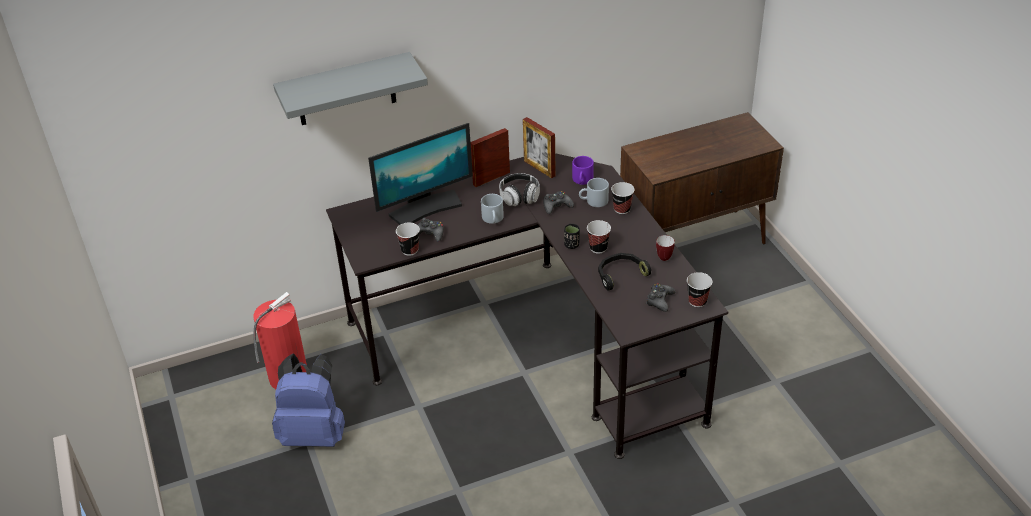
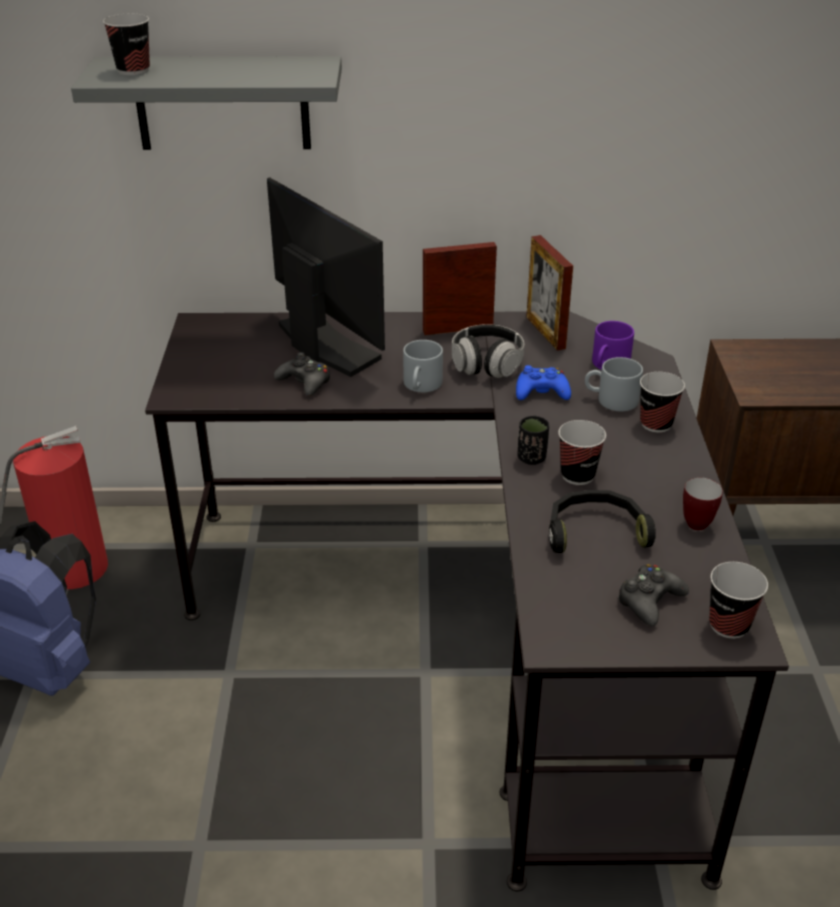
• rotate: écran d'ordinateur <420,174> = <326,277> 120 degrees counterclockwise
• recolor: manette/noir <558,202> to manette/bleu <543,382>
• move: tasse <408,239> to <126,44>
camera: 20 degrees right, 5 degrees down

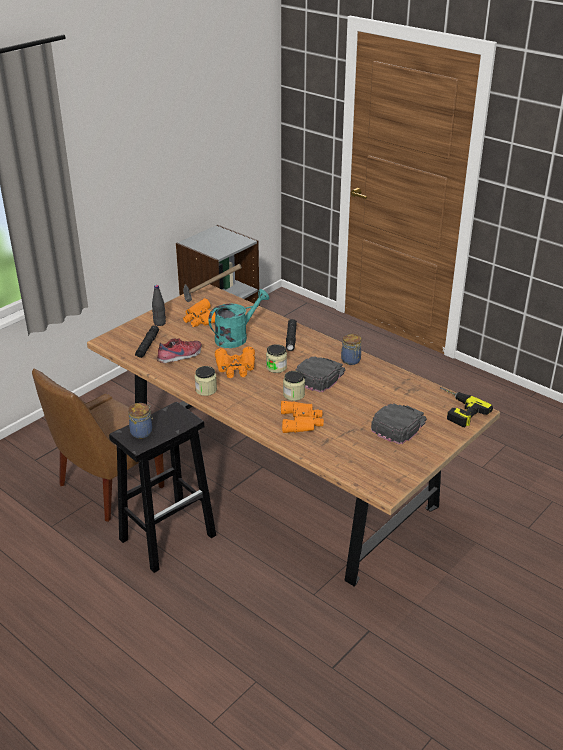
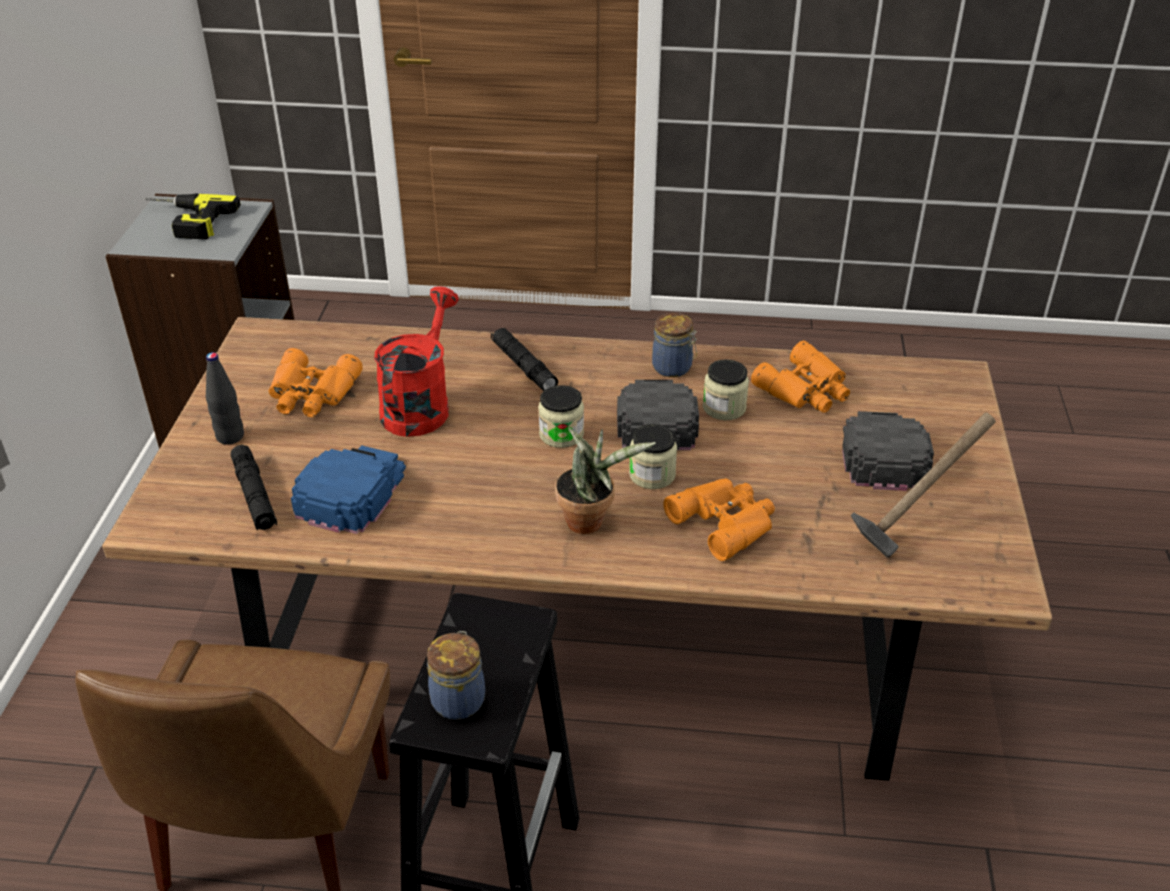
• move: marteau <212,283> to <923,485>
• recolor: arrosoir/turquoise <238,318> to arrosoir/rouge <416,362>
• replace: chaussure <179,350> to casquette/bleu <348,489>
• move: jumelles/orange <235,362> to <800,376>
• move: bocal <206,381> to <726,389>
• move: perceuse <466,407> to <193,216>
• insert: plante en pot <605,480>
camera: 35 degrees left, 5 degrees up

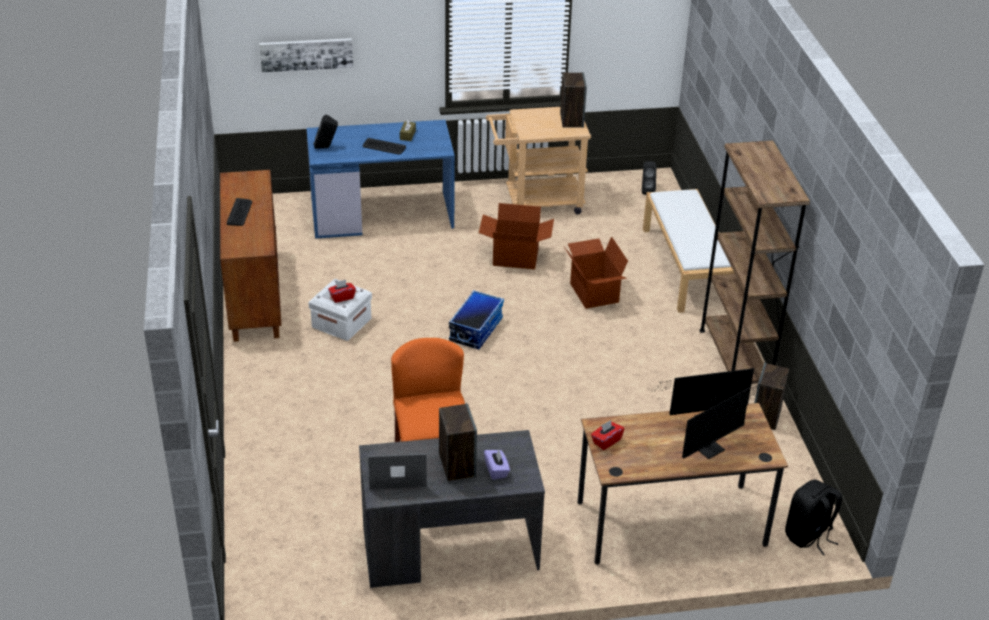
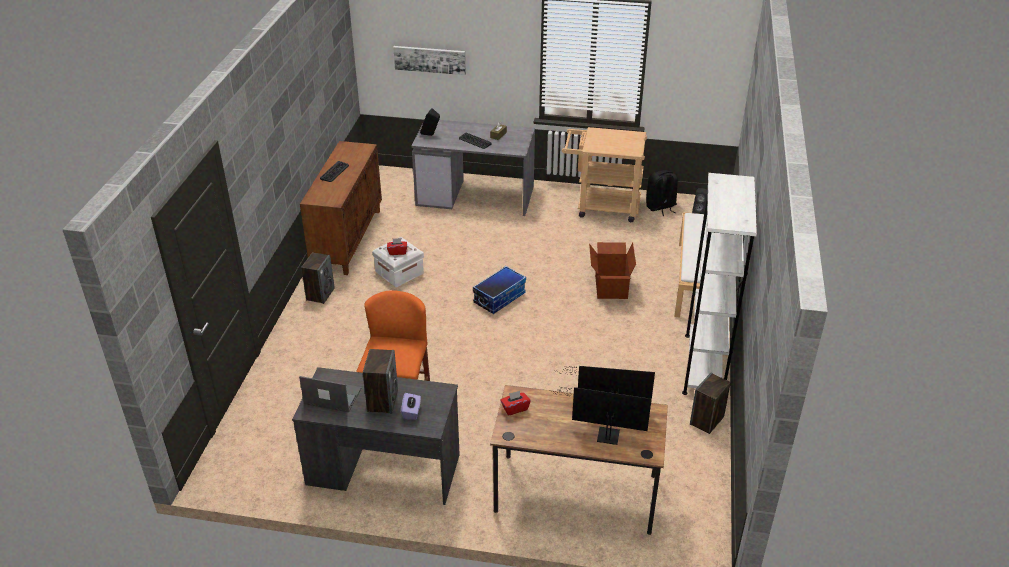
• move: enceinte <573,100> to <318,278>
• recolor: bureau/bleu <380,179> to bureau/gris <473,168>
• recolor: bibliothèque/marron <754,262> to bibliothèque/blanc <719,284>
• delete: carton <516,236>
• rotate: écran d'ordinateur <724,421> = <602,416> 150 degrees counterclockwise
• move: sac à dos/noir <813,517> to <662,193>
camera: 20 degrees right, 0 degrees up

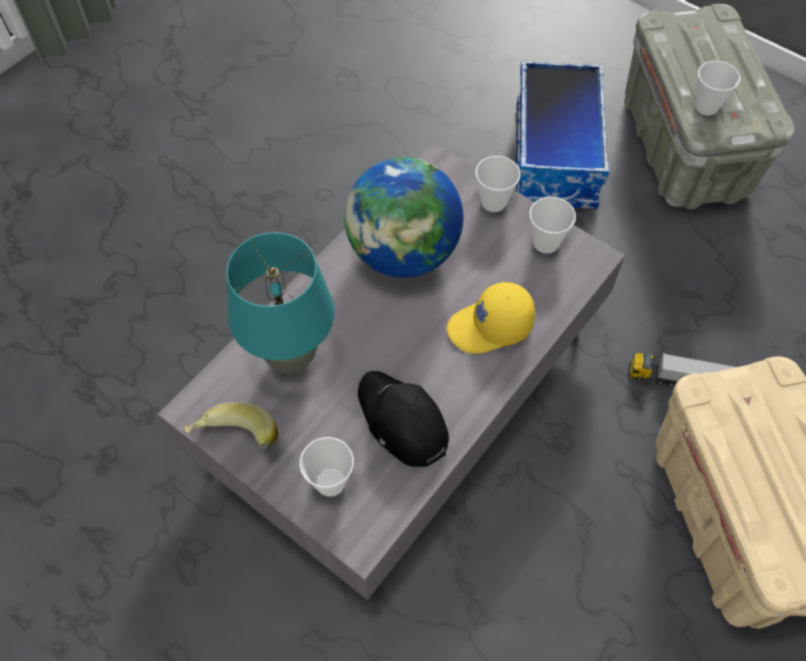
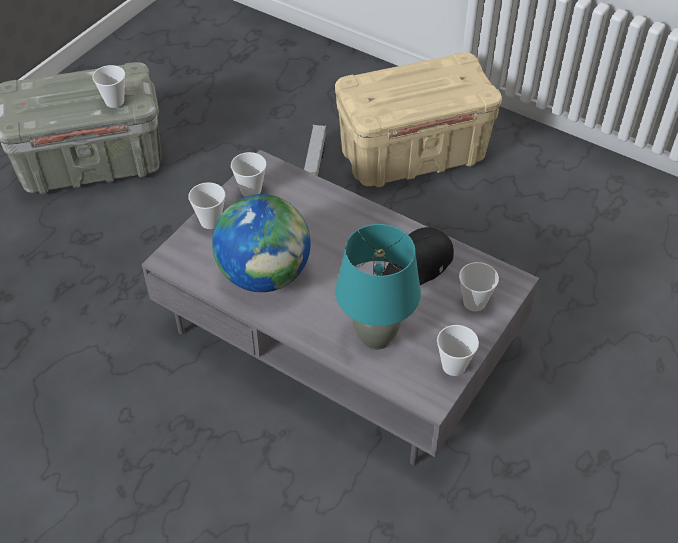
• delete: boîte de rangement <562,134>
• delete: casquette/jaune <491,318>
• replace: banane <231,425> to tasse <458,350>
camera: 95 degrees left, 10 degrees down

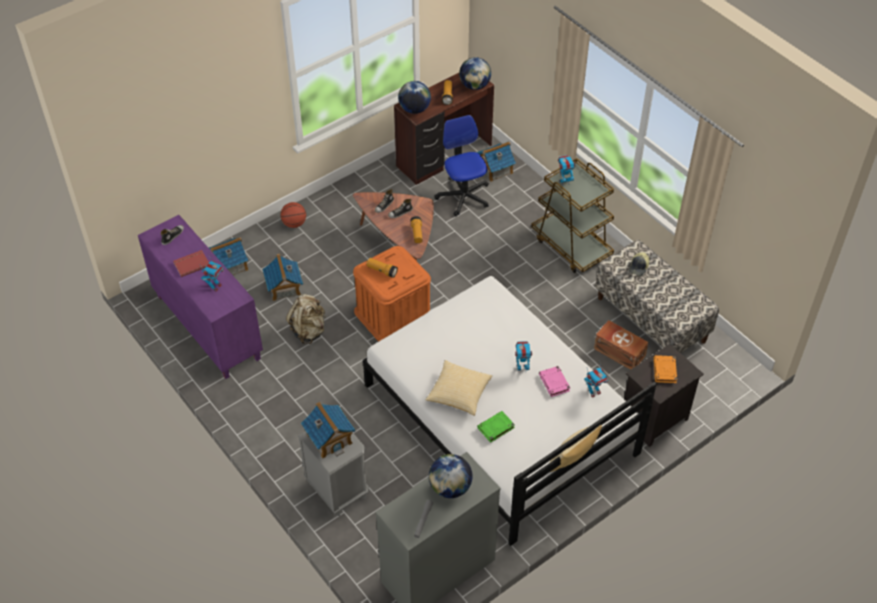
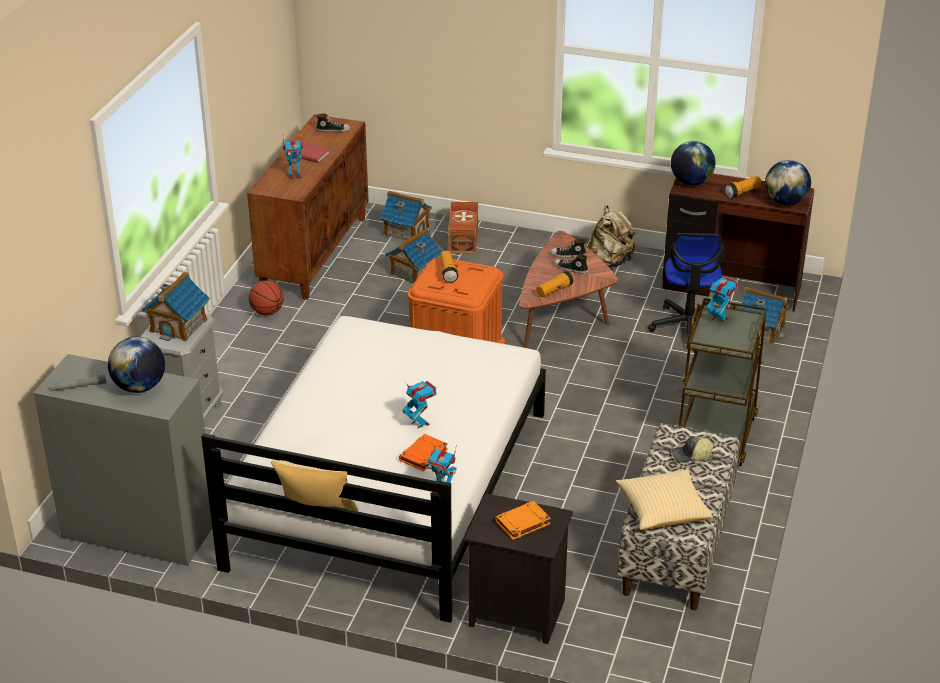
• rotate: chaise de bureau <461,165> = <686,290> 150 degrees clockwise
• move: ballon de basket <293,215> to <266,297>
• recolor: meuble de rangement/violet <200,297> to meuble de rangement/marron <308,207>
• move: sac à dos/beige <306,319> to <612,236>
• move: boîte de rangement/marron <621,345> to <463,228>
• move: coussin <458,388> to <664,499>
• recolor: livre/rose <554,381> to livre/orange <423,453>
• delete: livre/vert <496,427>
camera: 55 degrees right, 15 degrees down

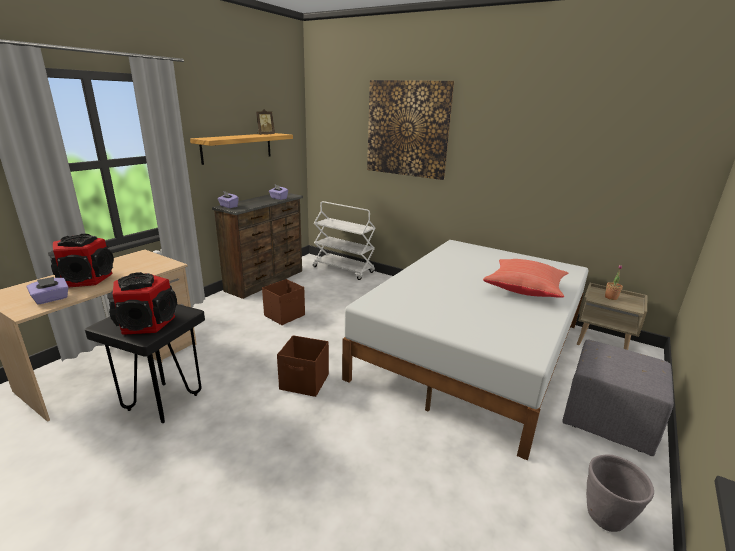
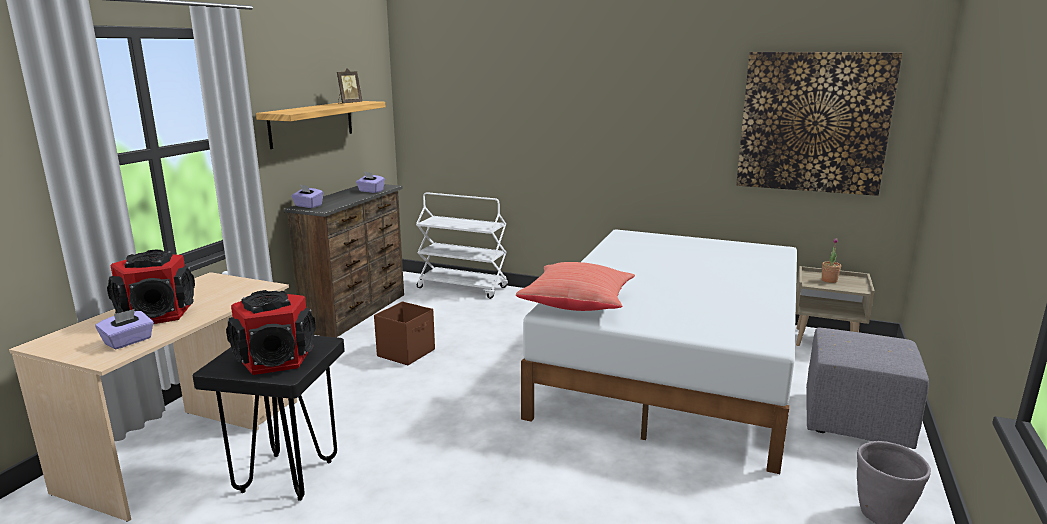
• move: tableau <410,130> to <819,124>
• move: coussin/rouge <525,278> to <575,286>
• delete: boîte de rangement/marron <303,366>
camera: 10 degrees left, 5 degrees down

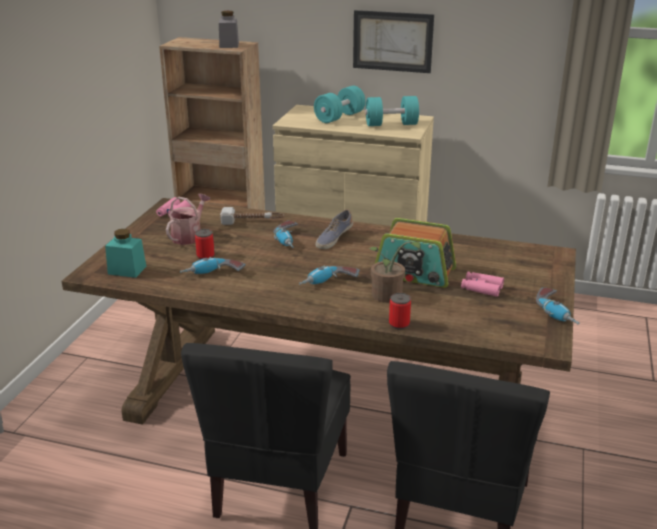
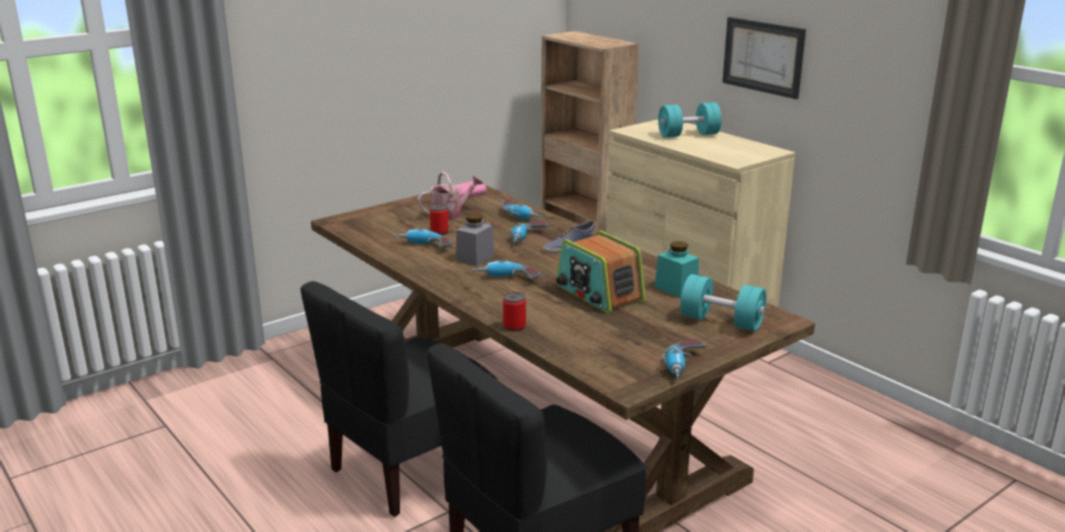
• move: bocal/gris <229,29> to <475,240>
• move: haltère/turquoise <392,111> to <723,303>
• replace: marteau <252,216> to perceuse <522,209>
• move: bocal/turquoise <125,253> to <677,269>
• delete: plante en pot <395,272>
• delete: jumelles/rose <482,284>
camera: 35 degrees right, 5 degrees down

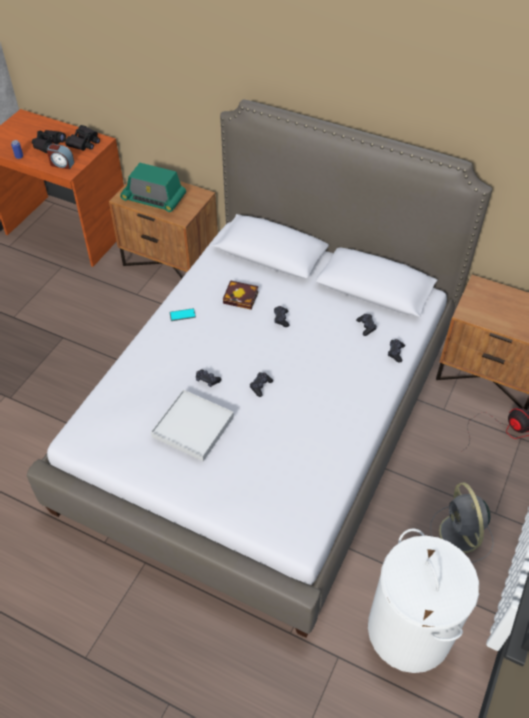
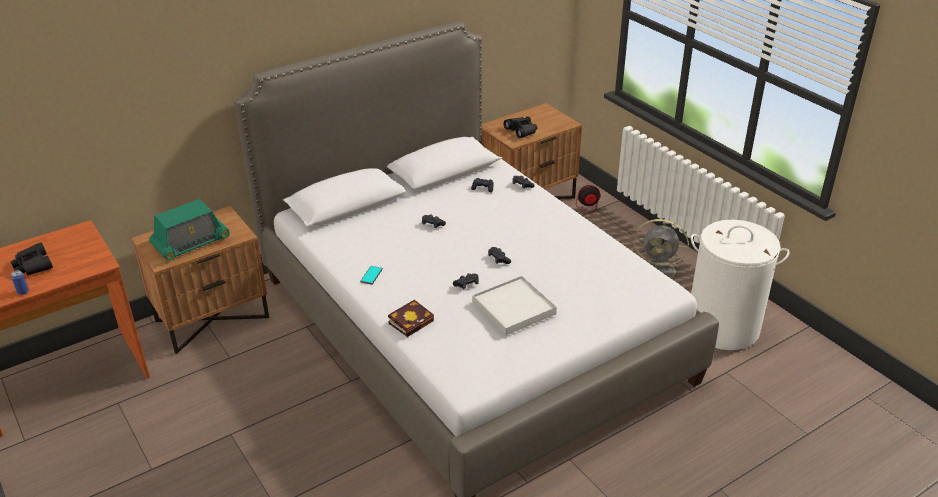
• move: jumelles/noir <82,138> to <520,127>
• delete: réveil <61,156>
• move: livre <240,295> to <411,318>
camera: 60 degrees left, 15 degrees down

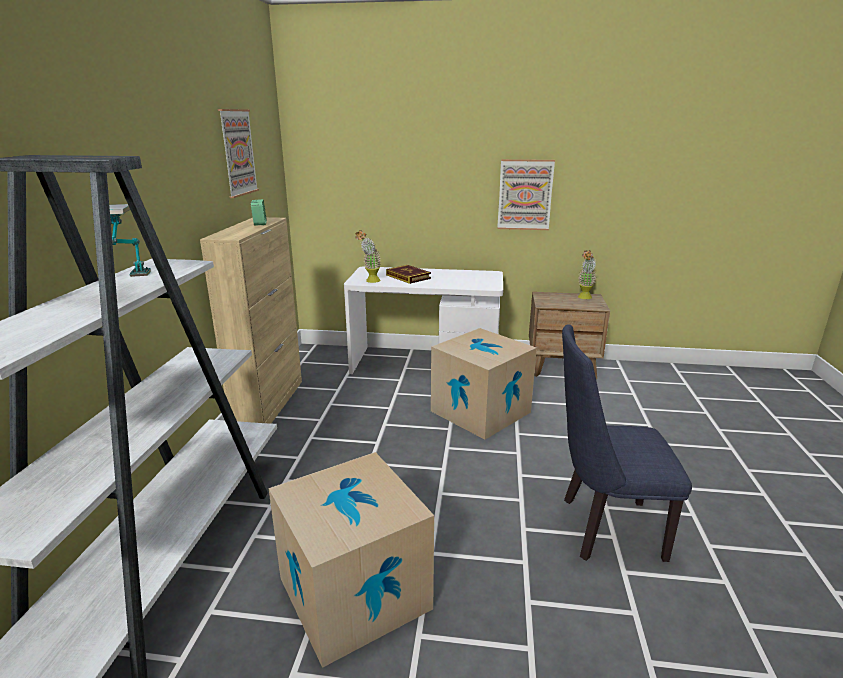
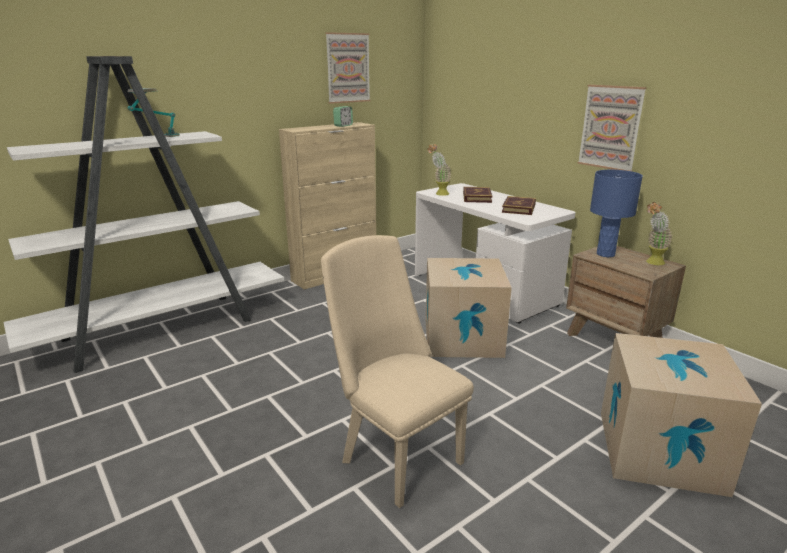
• recolor: chaise/bleu <627,443> to chaise/beige <397,371>
• move: carton <351,560> to <681,415>
• insert: lampe de table/bleu <616,213>
• insert: livre <519,205>
camera: 45 degrees right, 0 degrees up

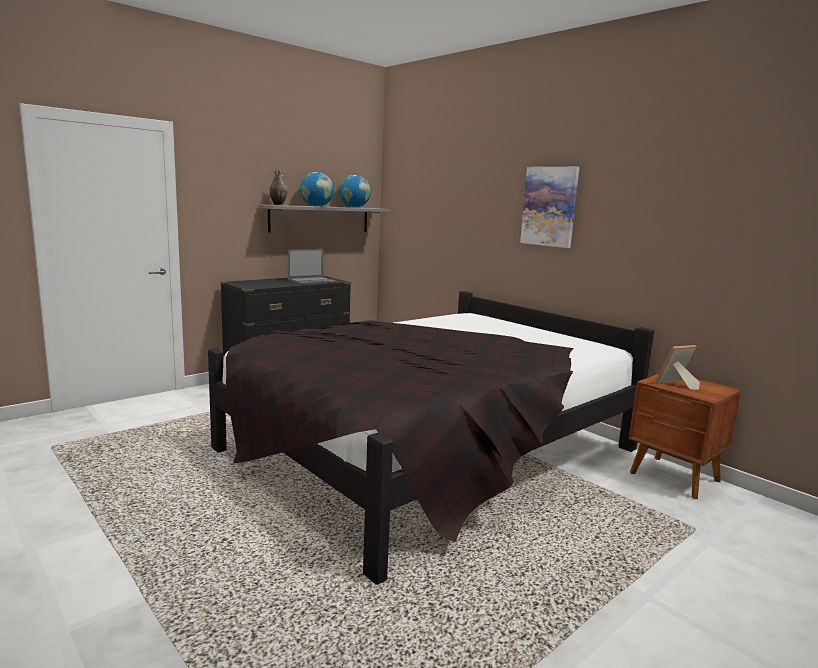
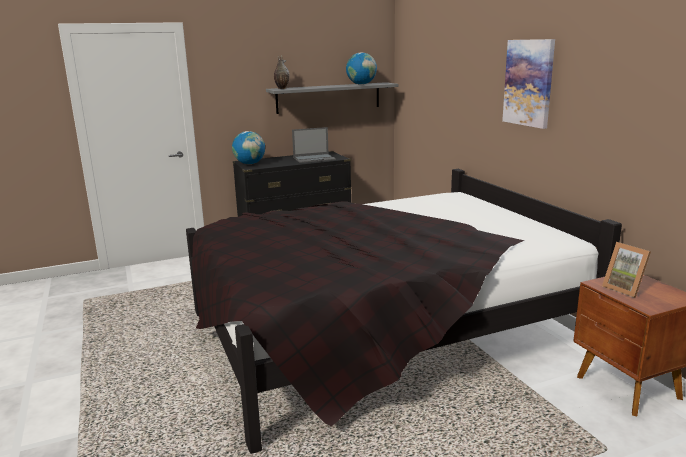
• move: globe <317,189> to <248,147>
• rotate: cadre photo <678,367> = <626,270> 120 degrees counterclockwise
camera: 20 degrees right, 5 degrees up

